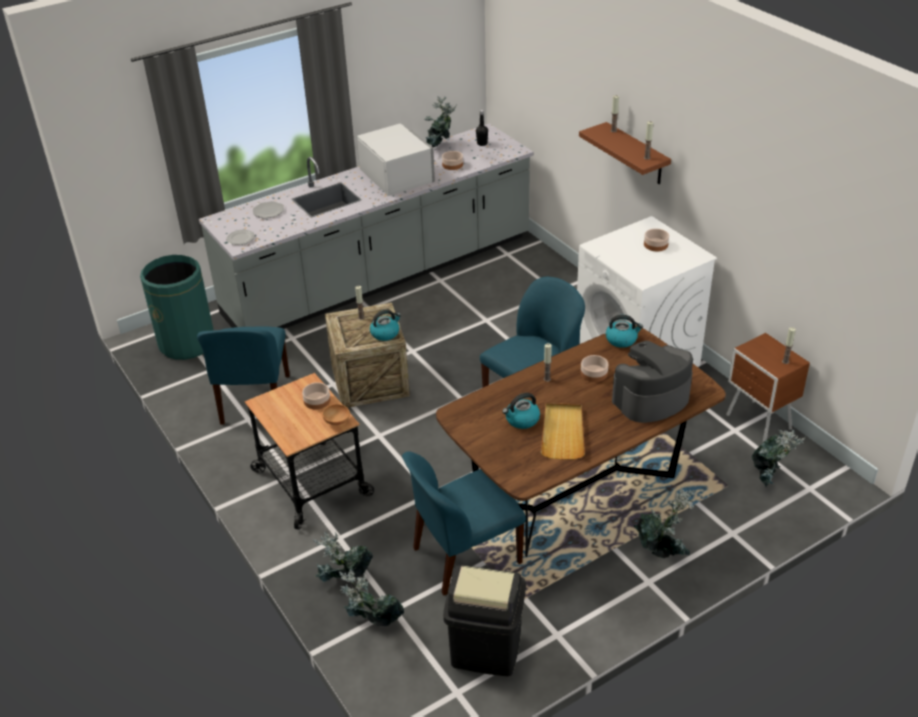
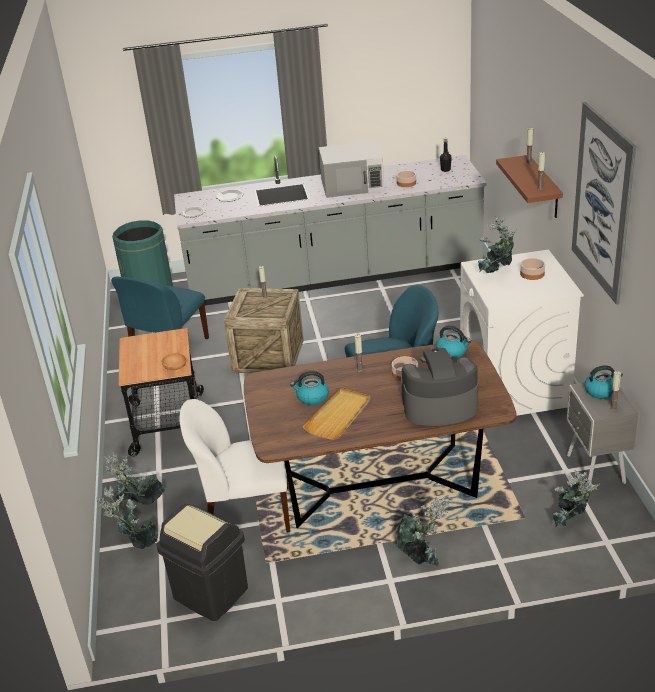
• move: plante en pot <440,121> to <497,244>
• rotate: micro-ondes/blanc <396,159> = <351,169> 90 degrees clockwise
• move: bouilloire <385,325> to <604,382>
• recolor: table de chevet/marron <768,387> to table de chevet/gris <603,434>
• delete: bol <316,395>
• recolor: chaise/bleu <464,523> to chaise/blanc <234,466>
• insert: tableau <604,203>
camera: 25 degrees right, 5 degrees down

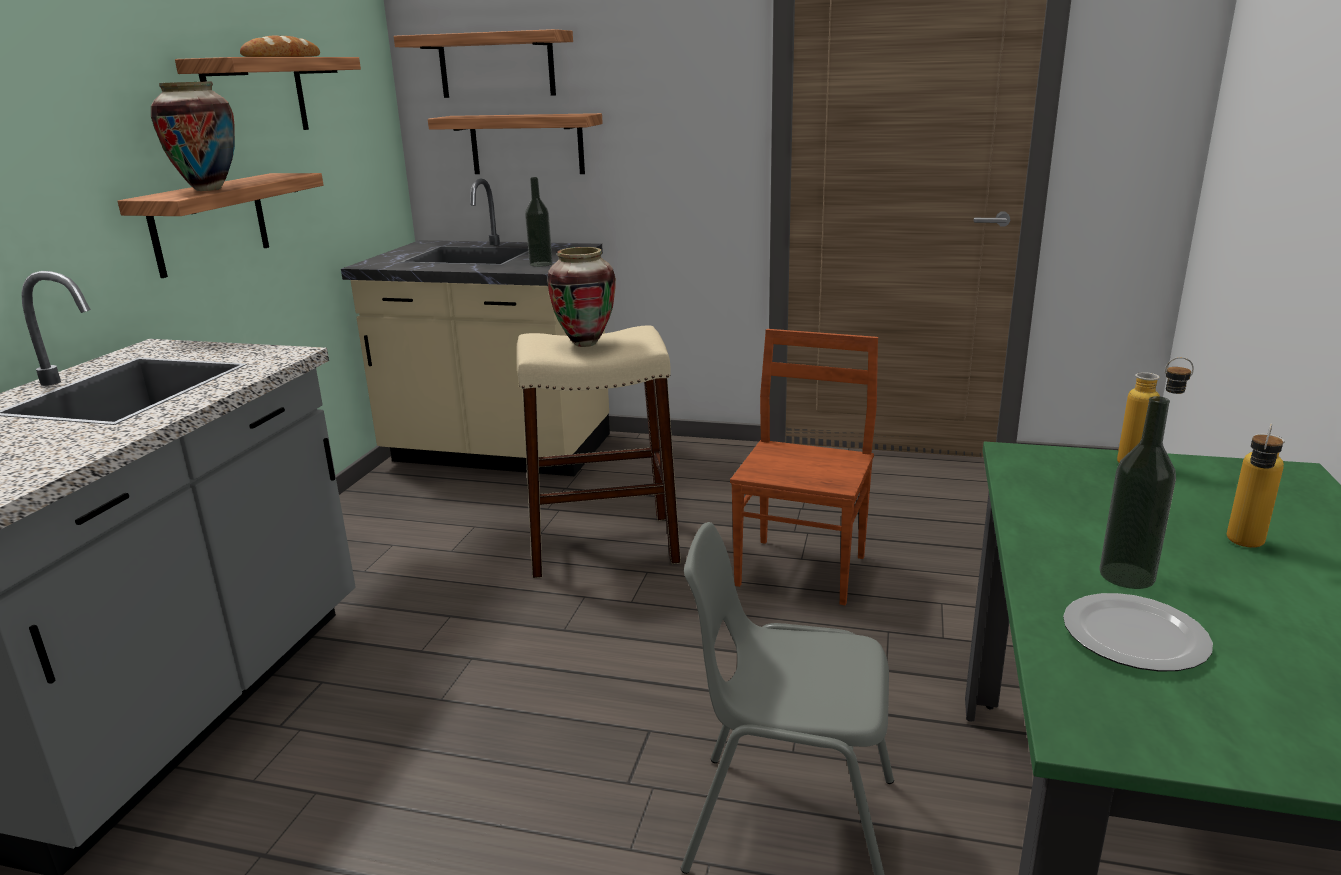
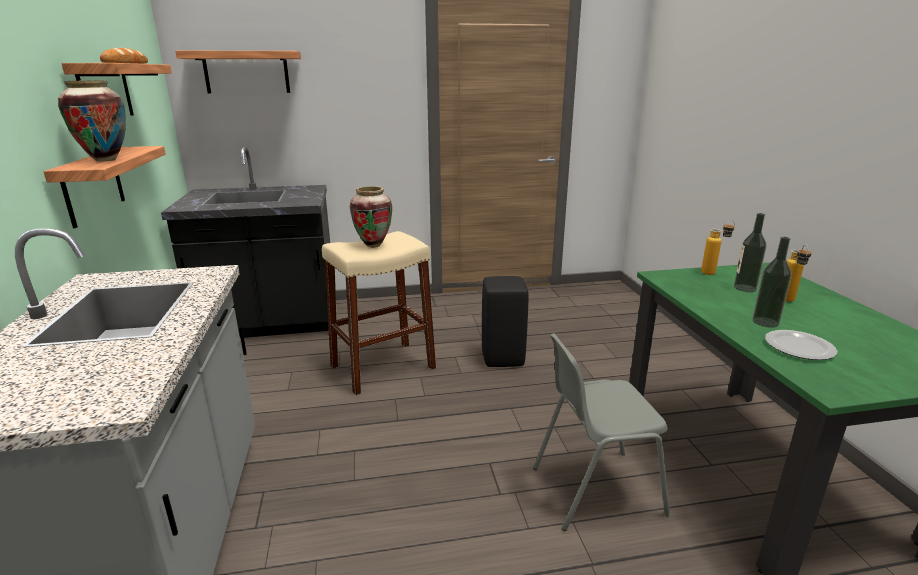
• delete: étagère <515,143>
• move: bouteille <539,222> to <750,252>
• recolor: comptoir de cuisine/beige <475,327> to comptoir de cuisine/noir <245,242>
• replace: chaise/marron <804,467> to tabouret/noir <505,321>
camera: 25 degrees left, 0 degrees up

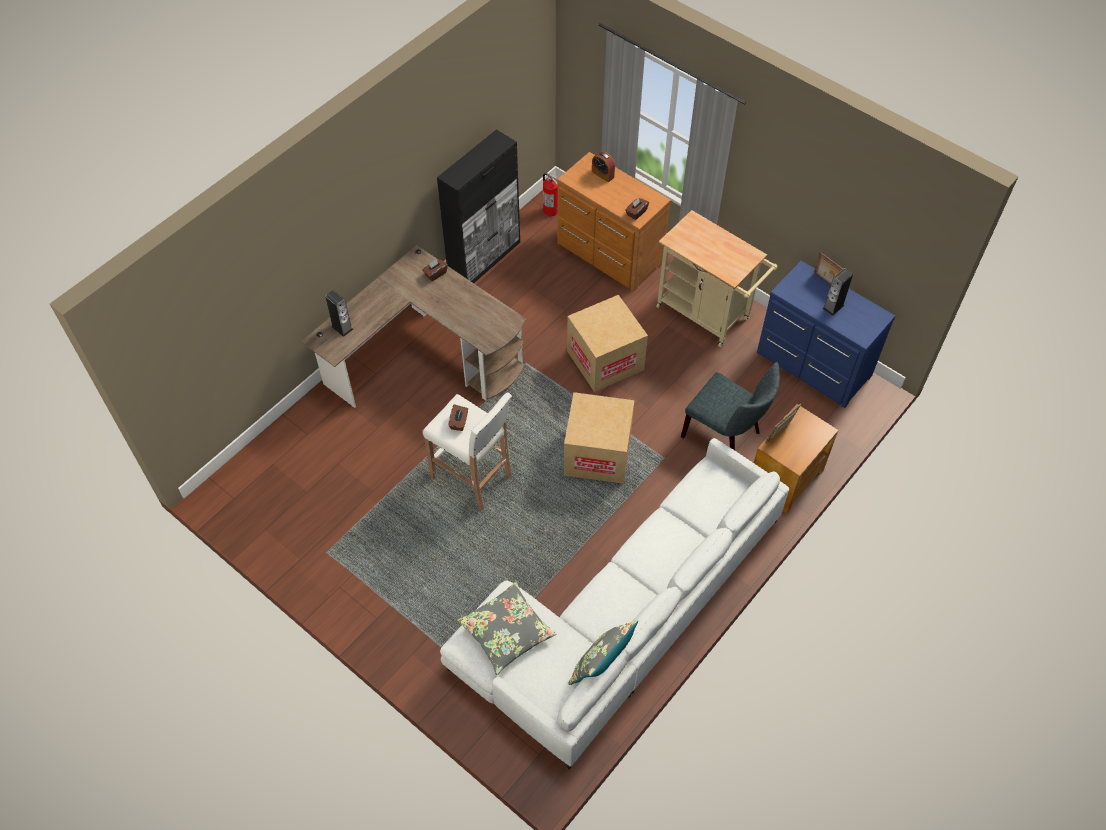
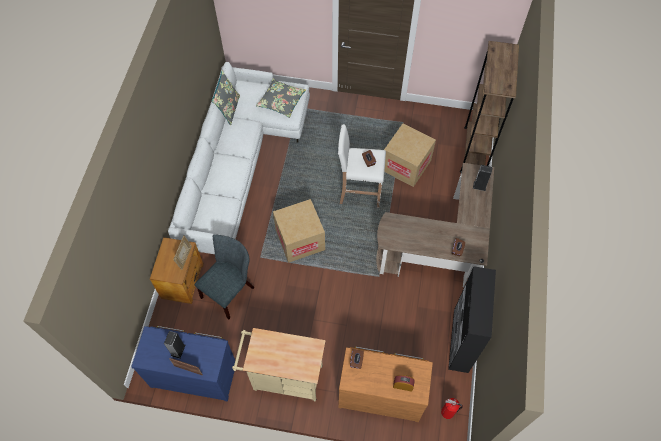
• move: carton <607,343> to <410,155>
• rotate: chaise/gris <730,406> = <224,276> 120 degrees clockwise
• insert: bibliothèque/marron <489,107>
camera: 150 degrees right, 5 degrees up

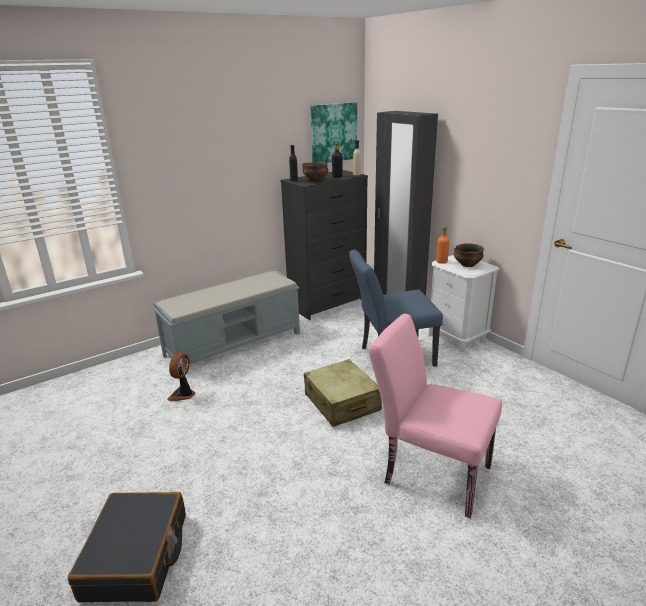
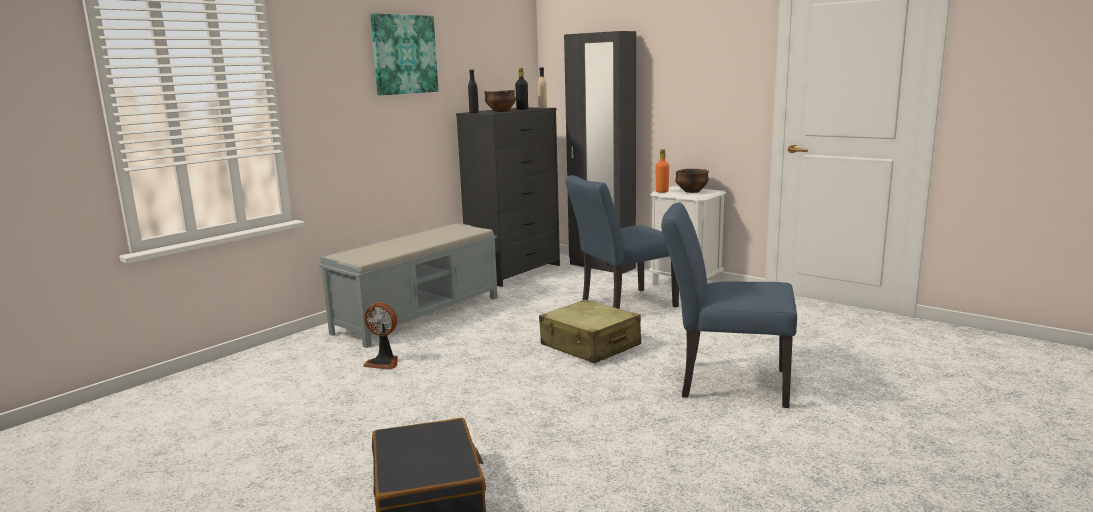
• move: tableau <334,133> to <404,54>
• recolor: chaise/rose <435,416> to chaise/bleu <729,305>
• rotate: ventilateur <182,376> = <380,336> 75 degrees counterclockwise
camera: 15 degrees left, 10 degrees down

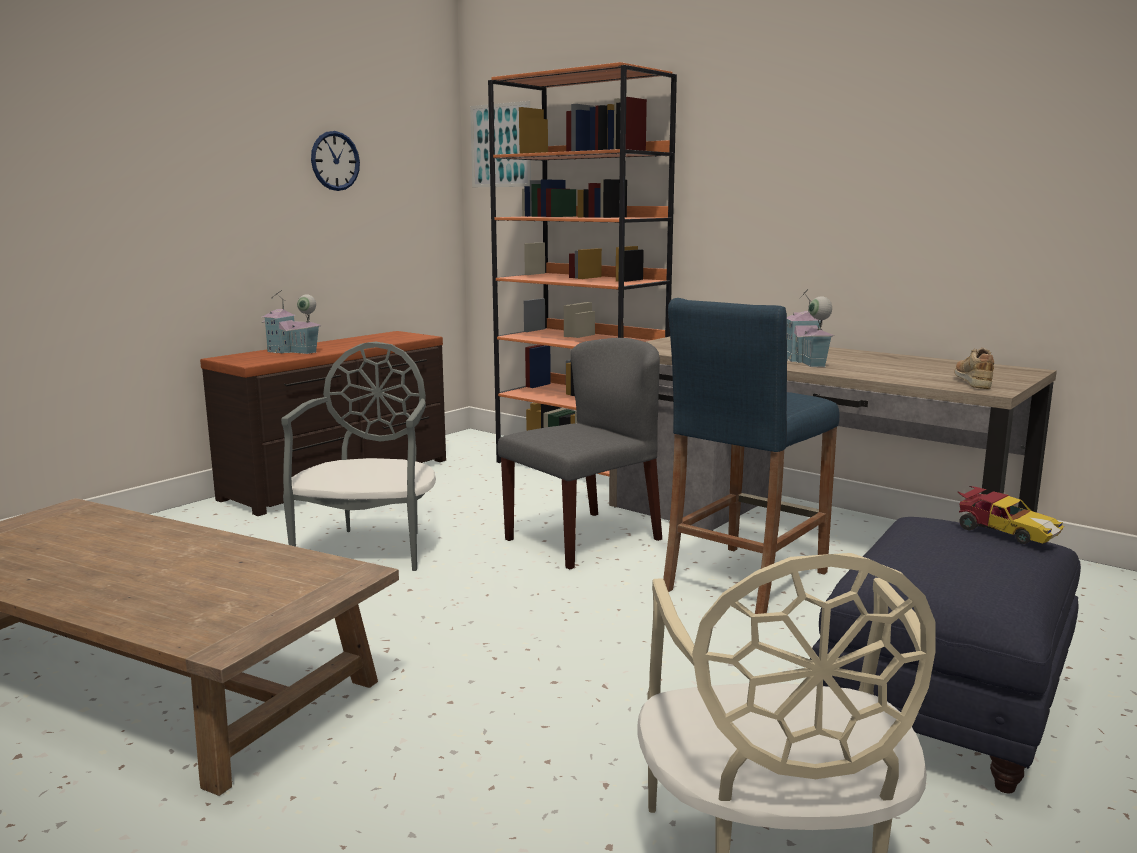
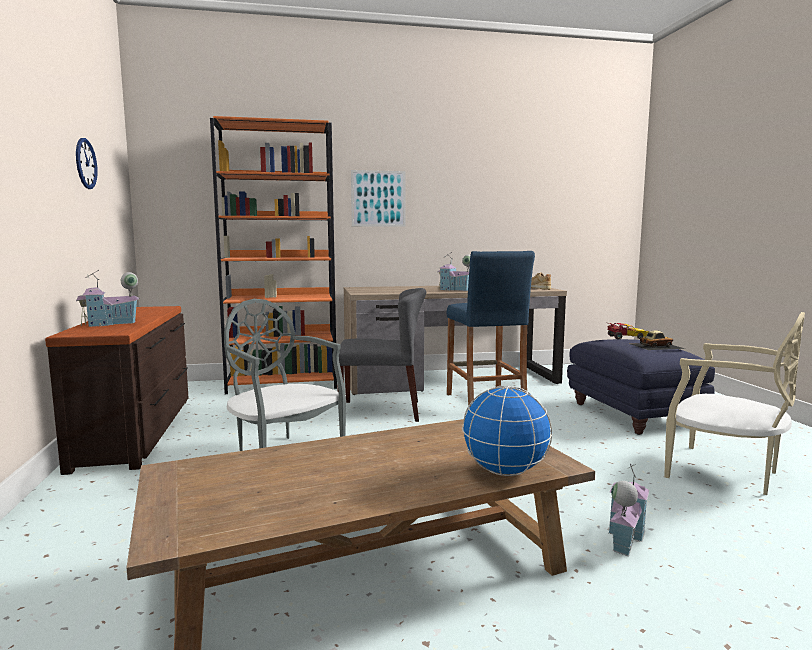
• move: tableau <500,144> to <378,198>
• rotate: chaise/gris <580,454> = <381,355> 90 degrees clockwise
• insert: petite voiture <658,340>
• insert: globe <507,431>
• insert: maison miniature <628,510>
camera: 50 degrees left, 5 degrees down

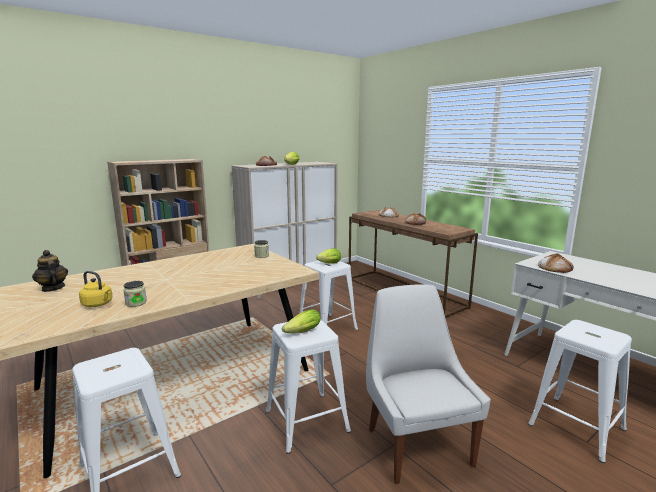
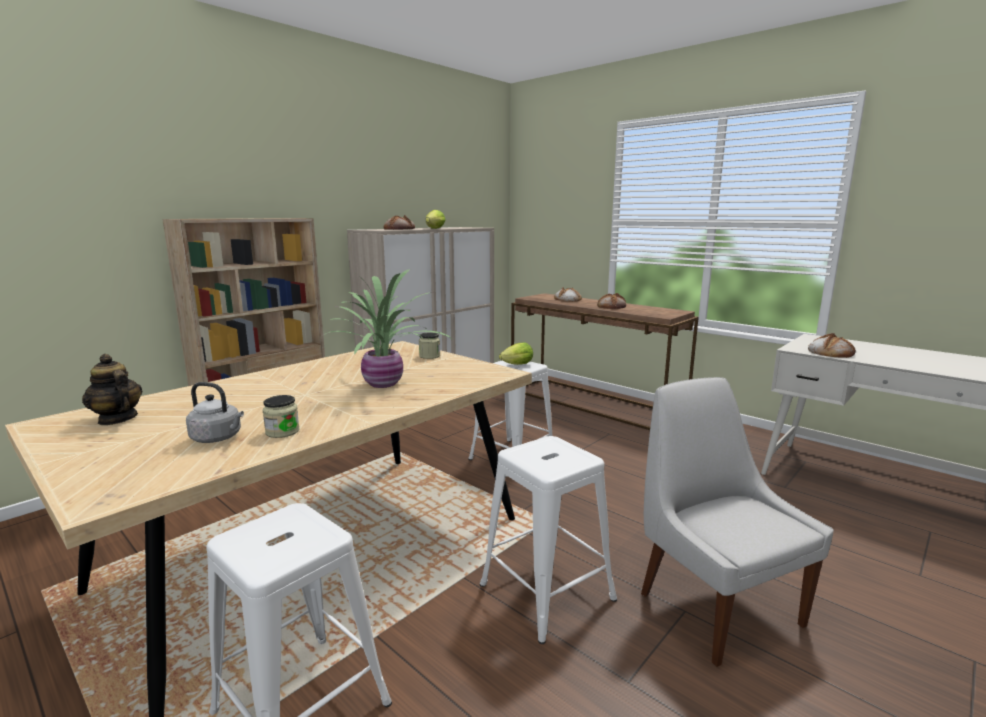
• recolor: bouilloire/jaune <96,289> to bouilloire/gris <215,412>
• delete: laitue <301,321>
• delete: tabouret/blanc <580,391>
• insert: plante en pot <386,328>
camera: 10 degrees left, 0 degrees up

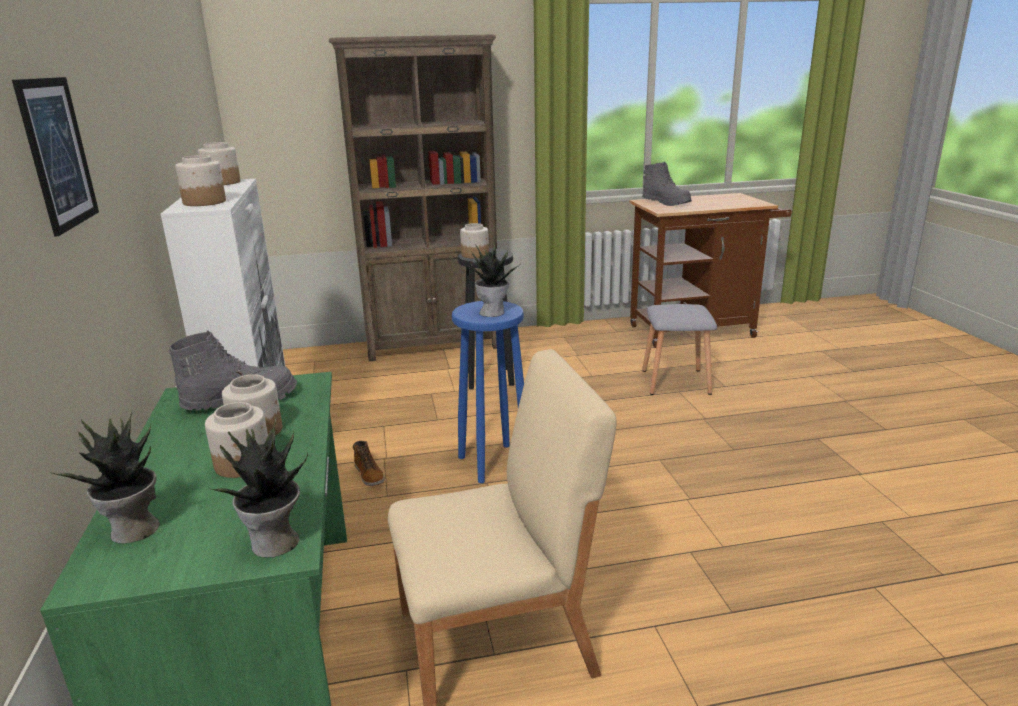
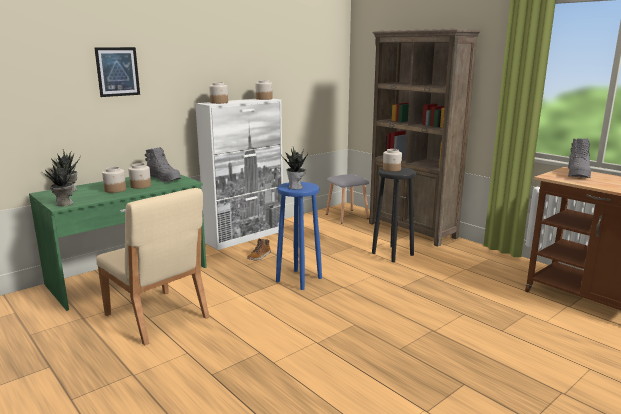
• move: tabouret/gris <679,349> to <347,198>
camera: 60 degrees right, 5 degrees down

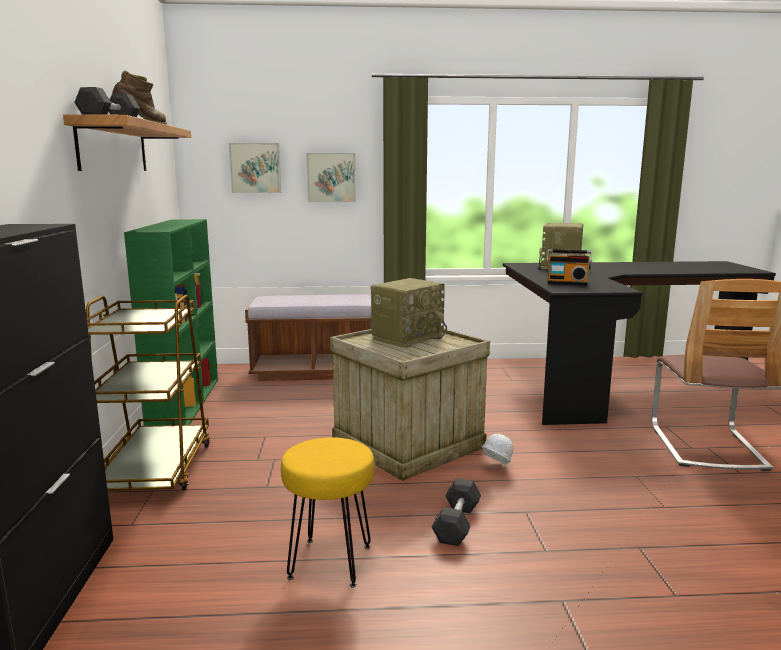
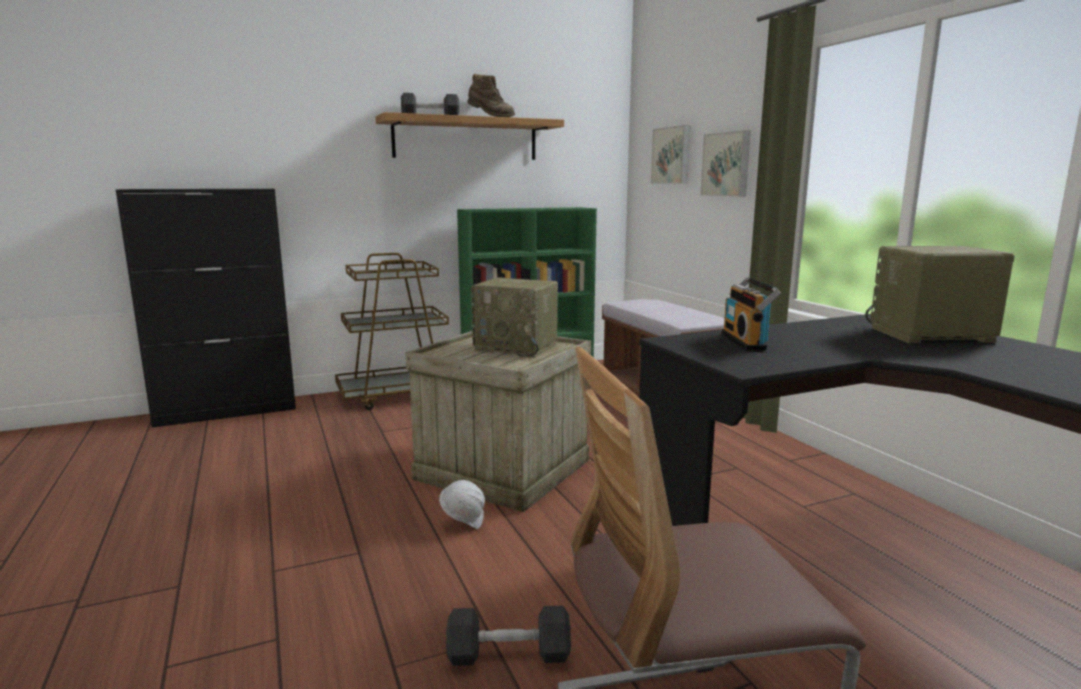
• delete: tabouret/jaune <328,512>
• move: haltère/noir <456,512> to <508,636>
camera: 70 degrees right, 0 degrees up

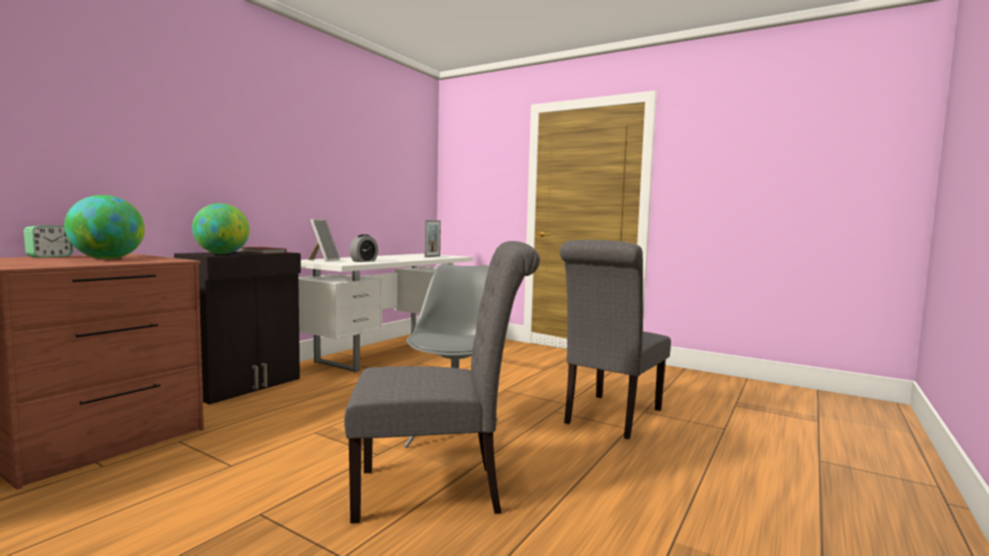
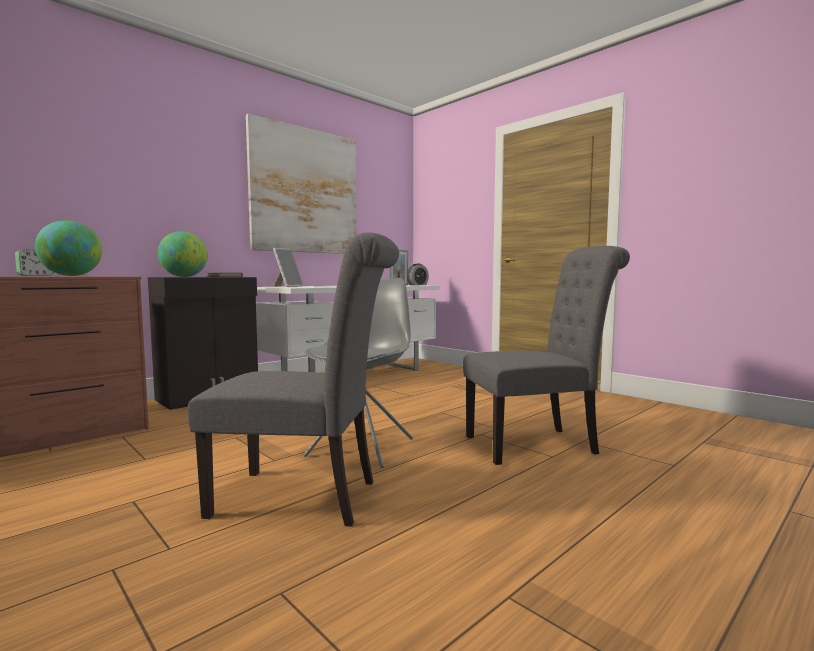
• move: réveil <364,248> to <418,274>
• rotate: chaise/gris <615,339> = <546,355> 150 degrees counterclockwise
• insert: tableau <301,184>
camera: 15 degrees right, 0 degrees up

